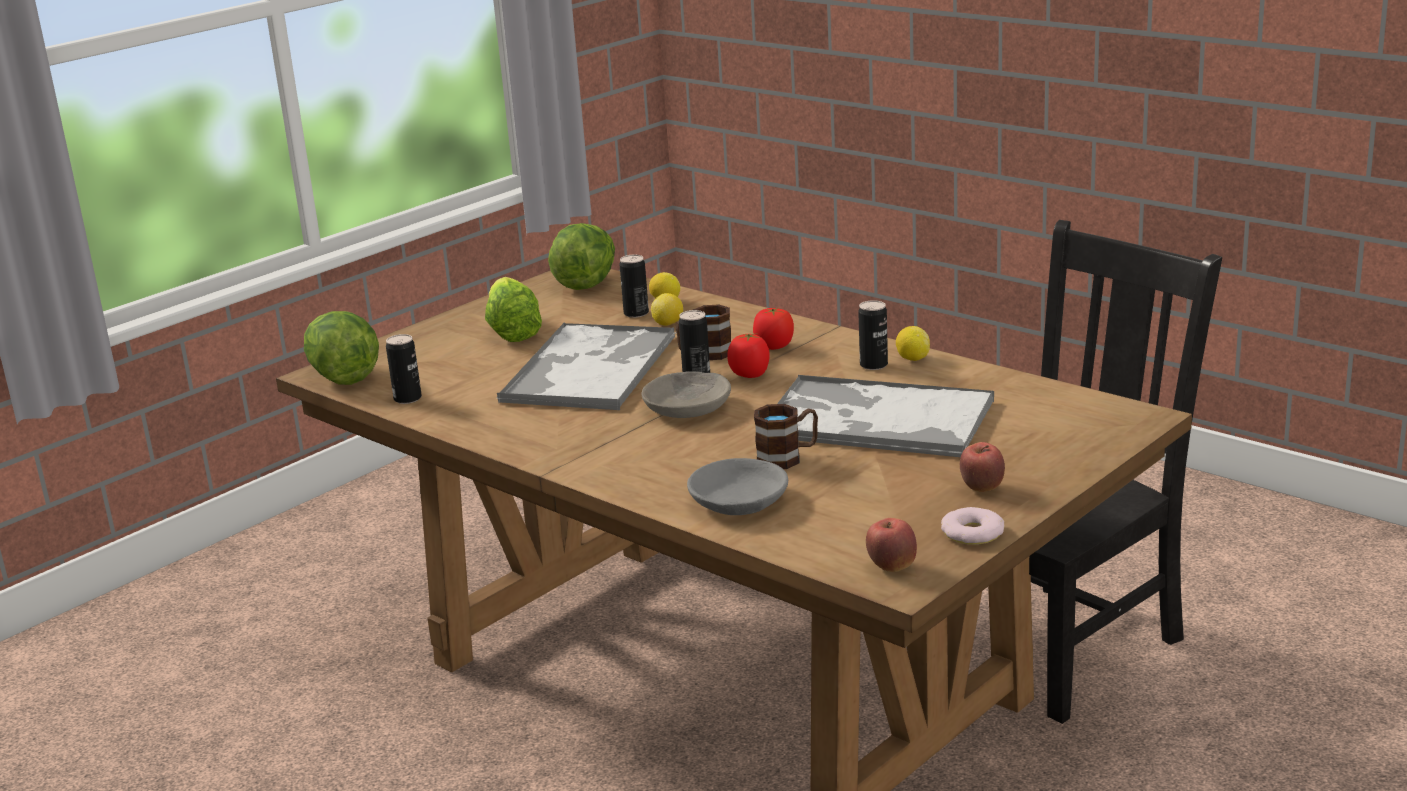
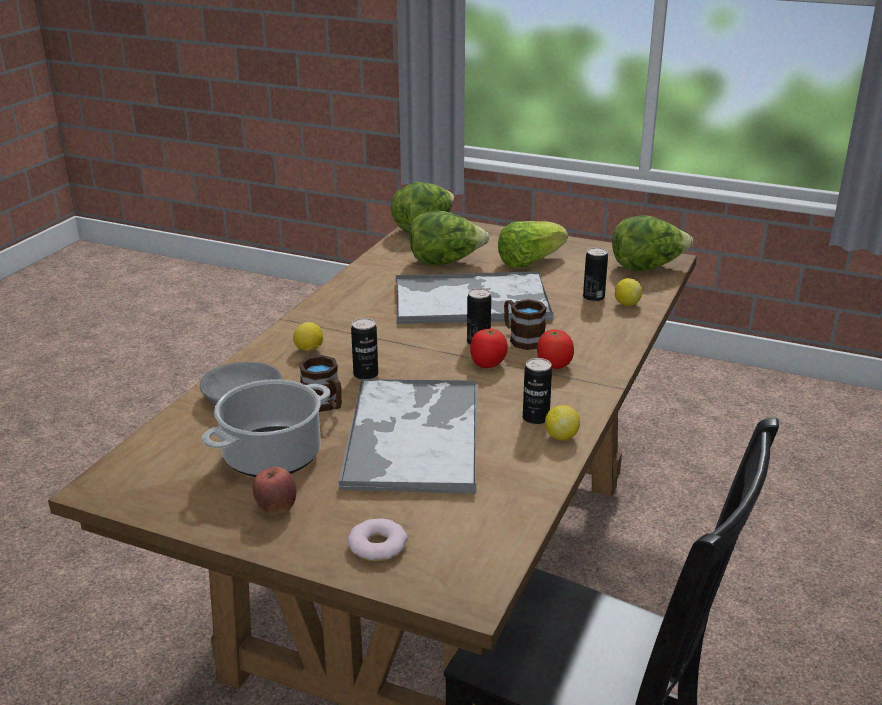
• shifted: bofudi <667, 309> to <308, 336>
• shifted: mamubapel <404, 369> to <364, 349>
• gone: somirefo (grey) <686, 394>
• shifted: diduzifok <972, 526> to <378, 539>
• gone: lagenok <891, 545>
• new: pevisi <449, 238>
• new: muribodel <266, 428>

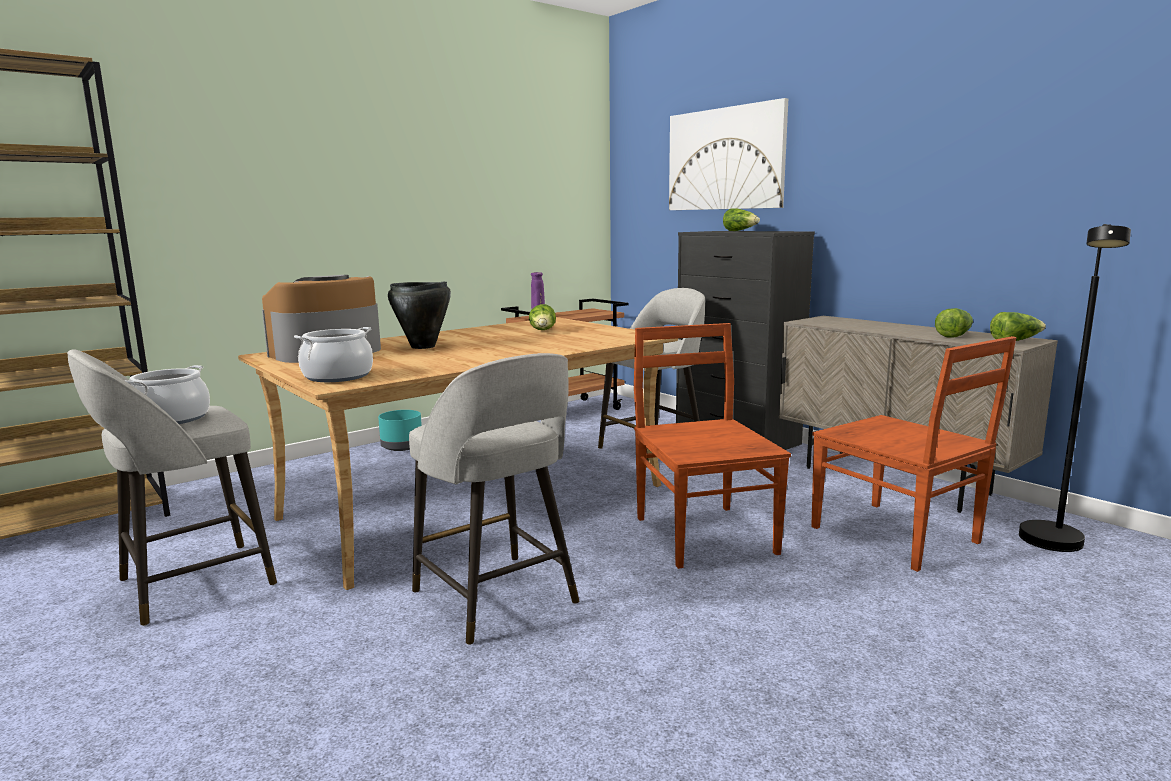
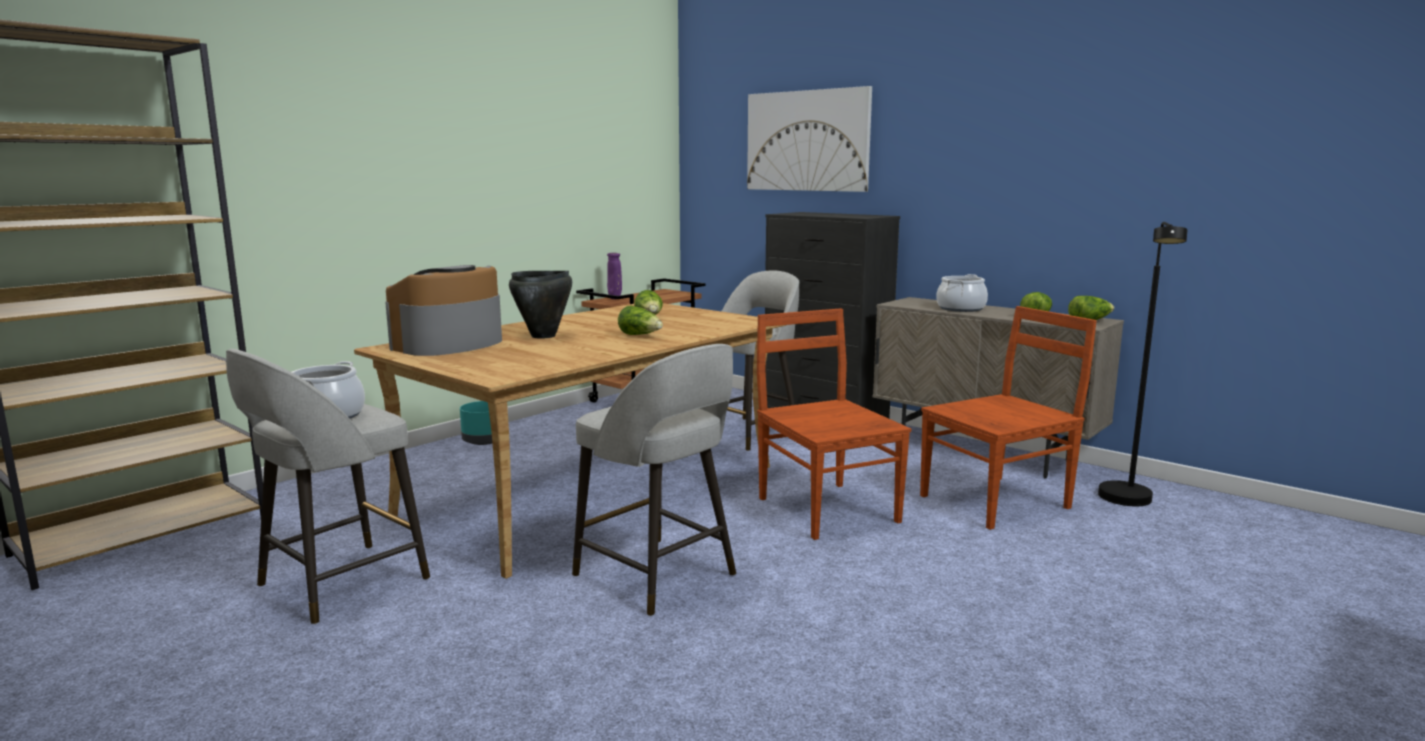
• shifted: pevisi <741, 220> to <640, 320>
• shifted: muribodel <333, 354> to <962, 293>
• rotated: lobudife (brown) <913, 454> = <1008, 418> 75 degrees counterclockwise

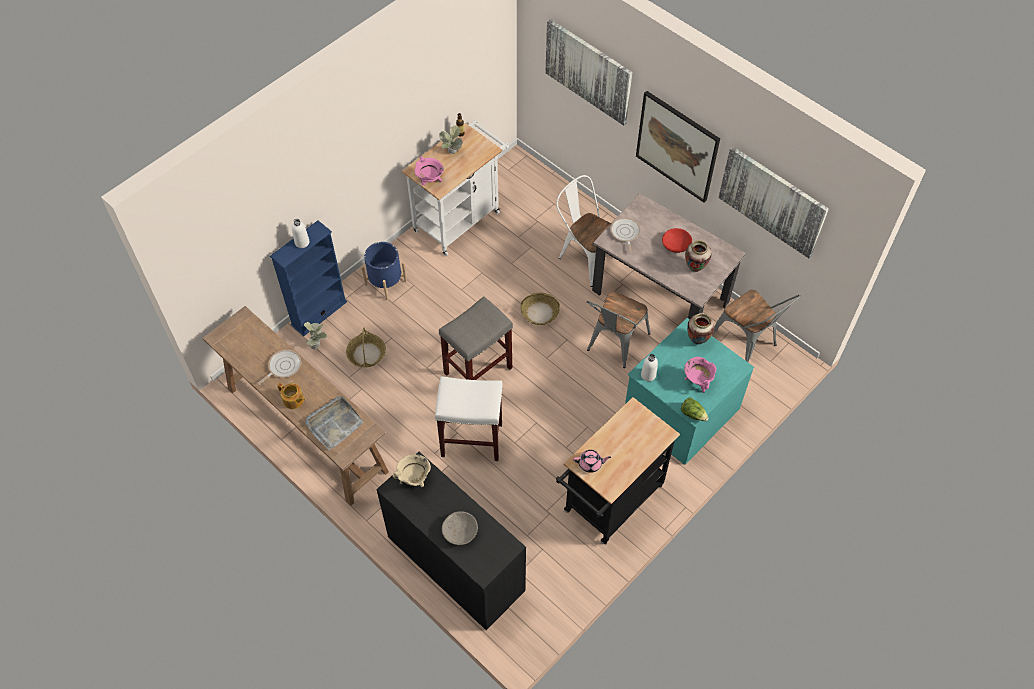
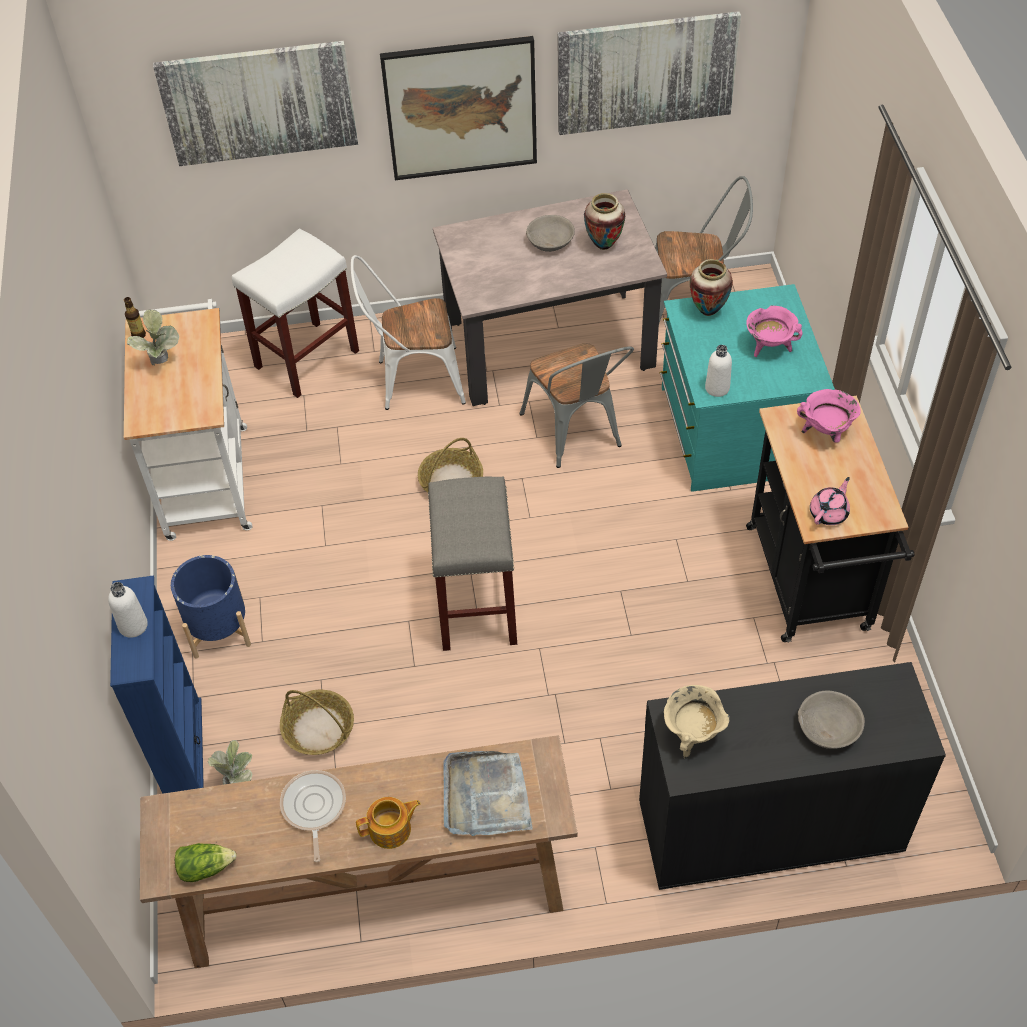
• shifted: muribodel (pink) <429, 170> to <829, 416>
• gone: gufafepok <625, 235>
• repainted: somirefo (red) <677, 240> to somirefo (grey) <550, 233>
• shifted: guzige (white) <469, 418> to <295, 313>
• shifted: pevisi <695, 409> to <206, 862>

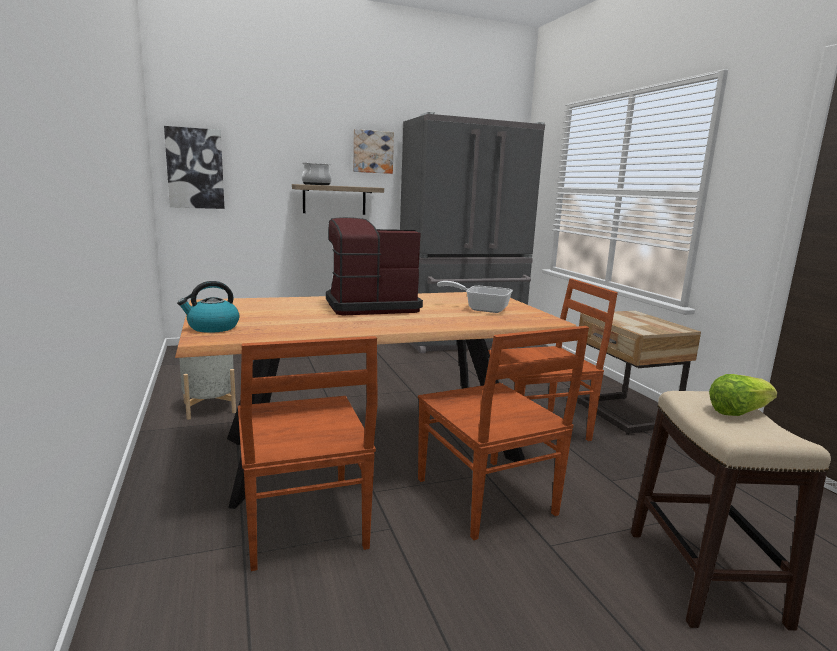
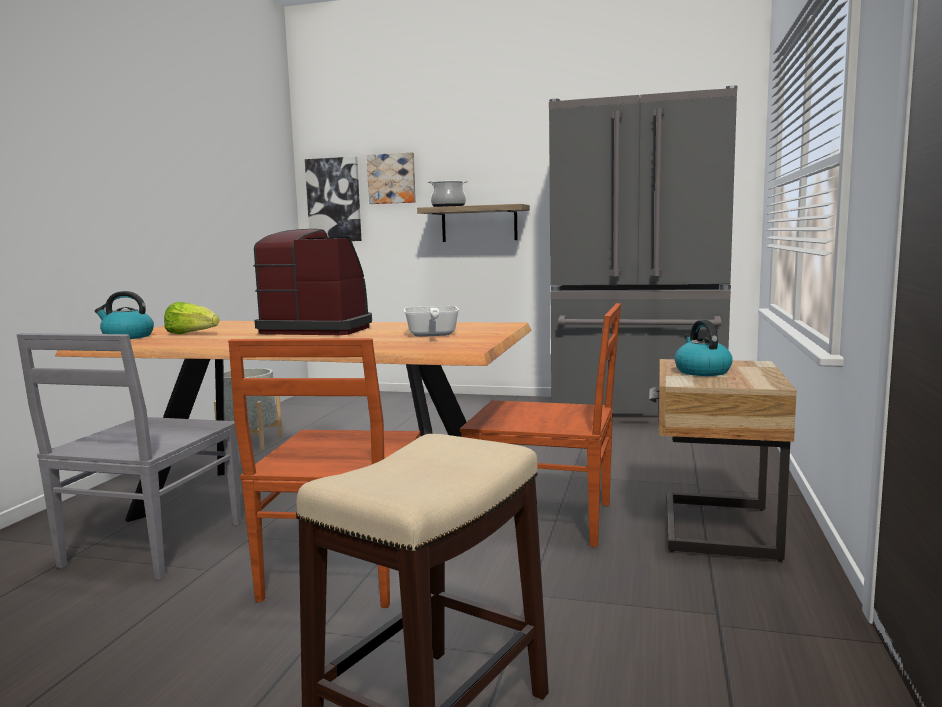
• shifted: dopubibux <373, 151> to <391, 178>
• rotated: gufafepok <475, 297> = <431, 321> 150 degrees counterclockwise
• repainted: lobudife (brown) <308, 453> to lobudife (grey) <129, 456>
• shifted: pevisi <743, 395> to <191, 318>
• new: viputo <704, 348>

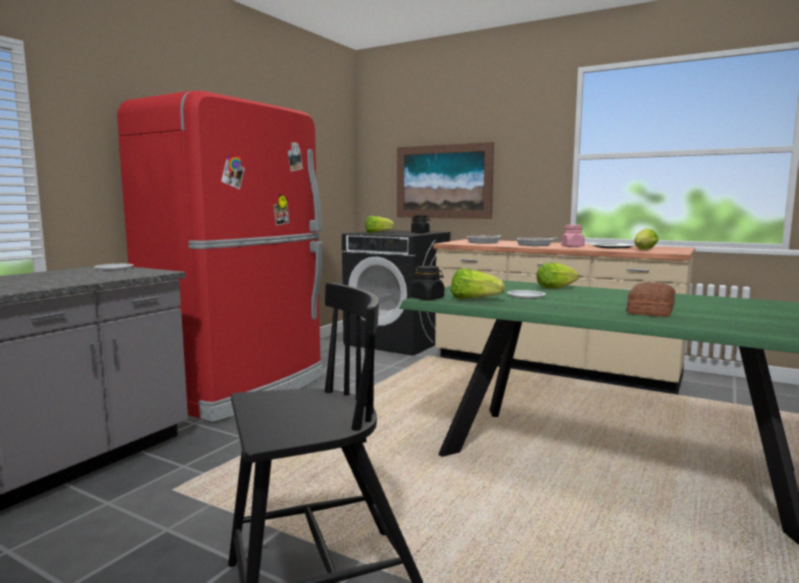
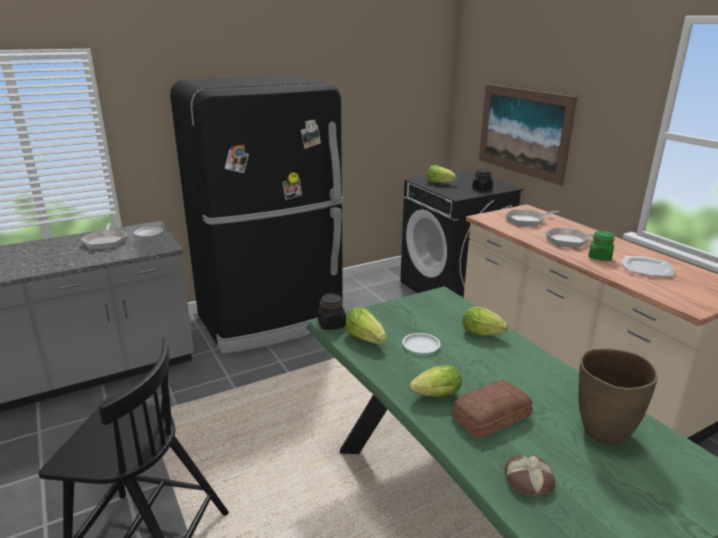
• repainted: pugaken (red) <220, 256> to pugaken (black) <257, 214>
• repainted: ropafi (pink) <573, 236> to ropafi (green) <601, 246>
• shifted: pevisi <646, 239> to <435, 381>
• new: gufafepok <104, 236>
• new: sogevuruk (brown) <618, 396>
• new: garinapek <530, 475>

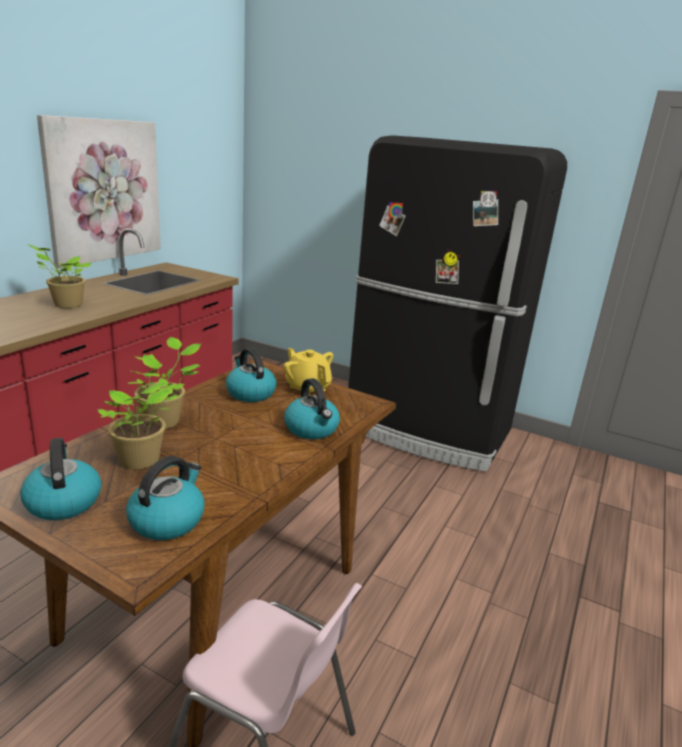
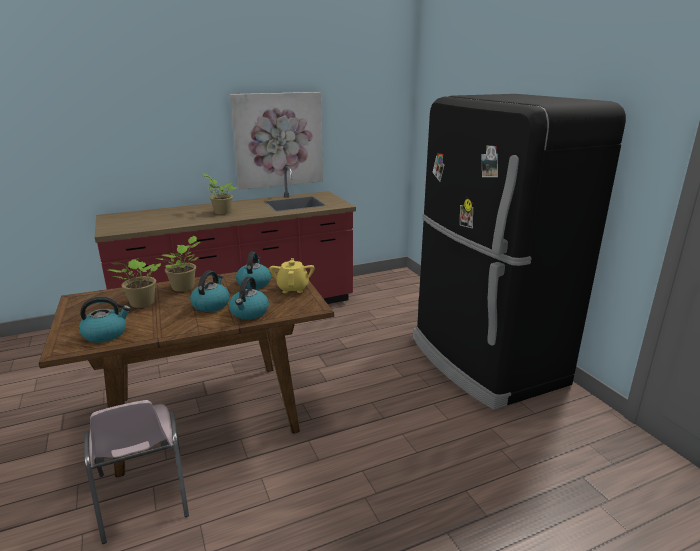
• shifted: viputo <60, 479> to <210, 291>

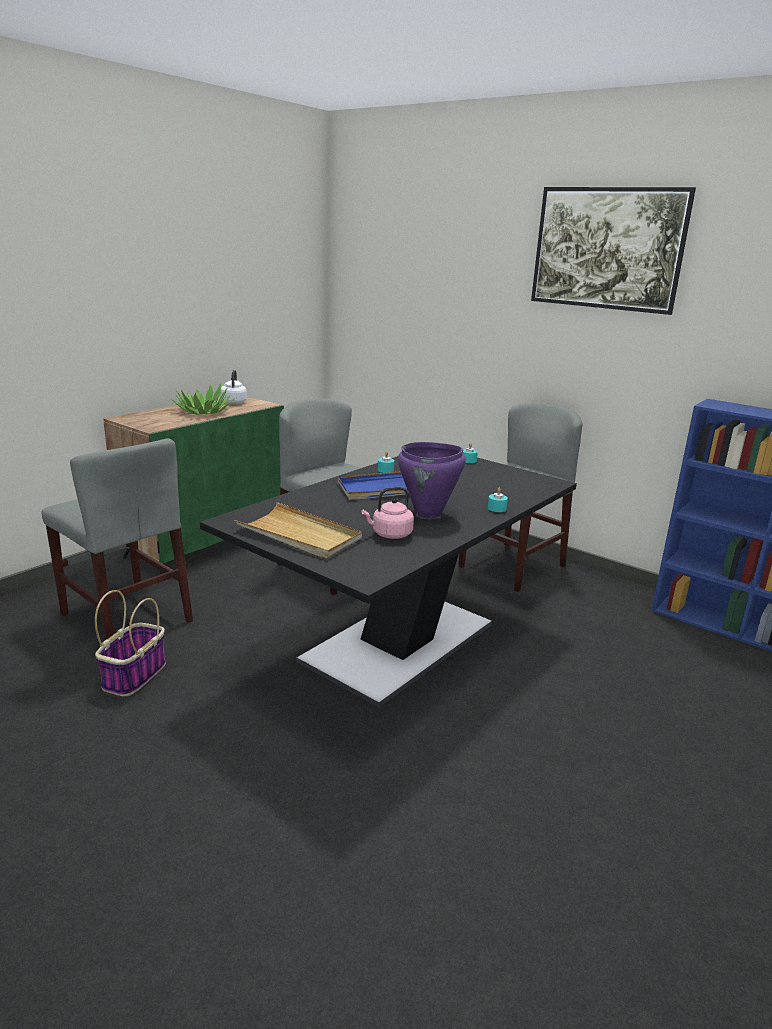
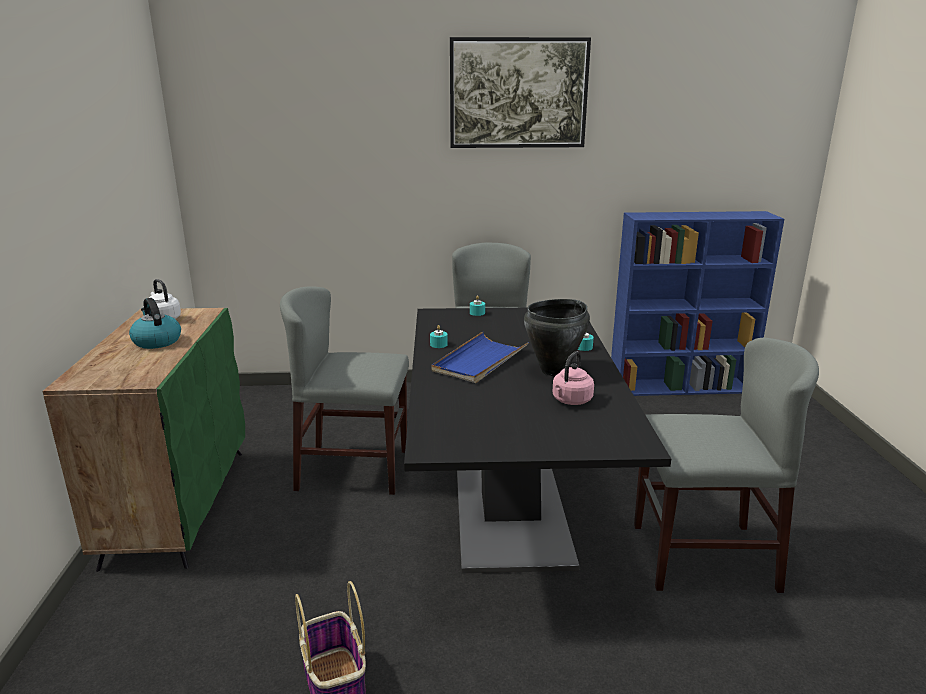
• swapped: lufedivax <202, 399> to viputo <155, 323>
• shifted: lobudife (grey) <117, 538> to <726, 465>
• repainted: muribodel (purple) <432, 480> to muribodel (black) <557, 337>
• gone: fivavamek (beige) <298, 530>

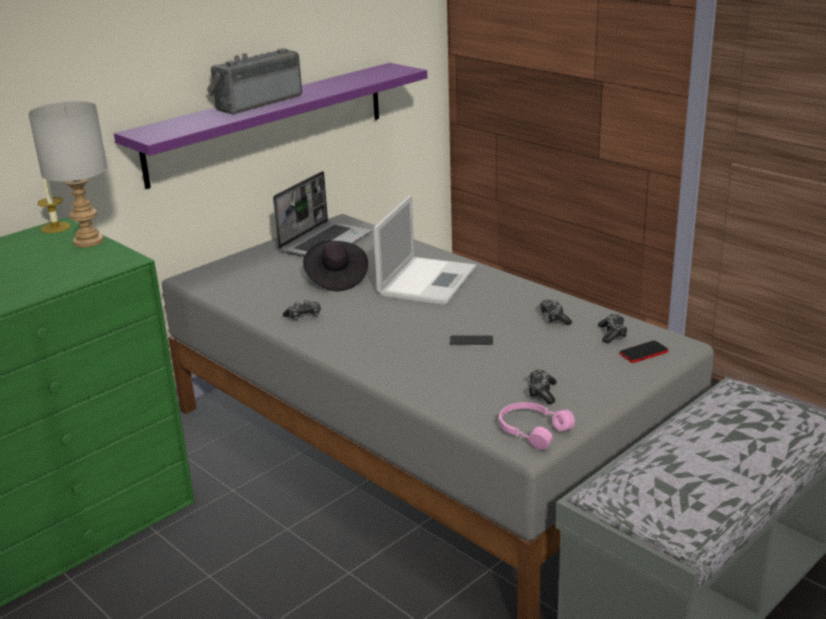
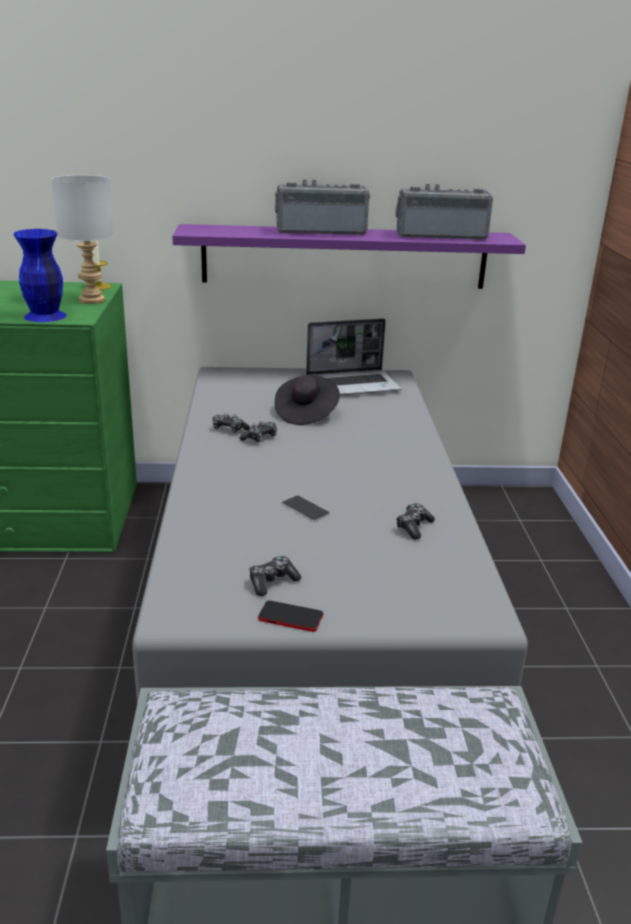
• gone: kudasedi <424, 250>
• shifted: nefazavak <613, 328> to <258, 431>
• shifted: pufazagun <643, 352> to <290, 616>
• gone: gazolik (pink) <537, 426>
• new: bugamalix <444, 212>
• new: sogevuruk (blue) <40, 275>

